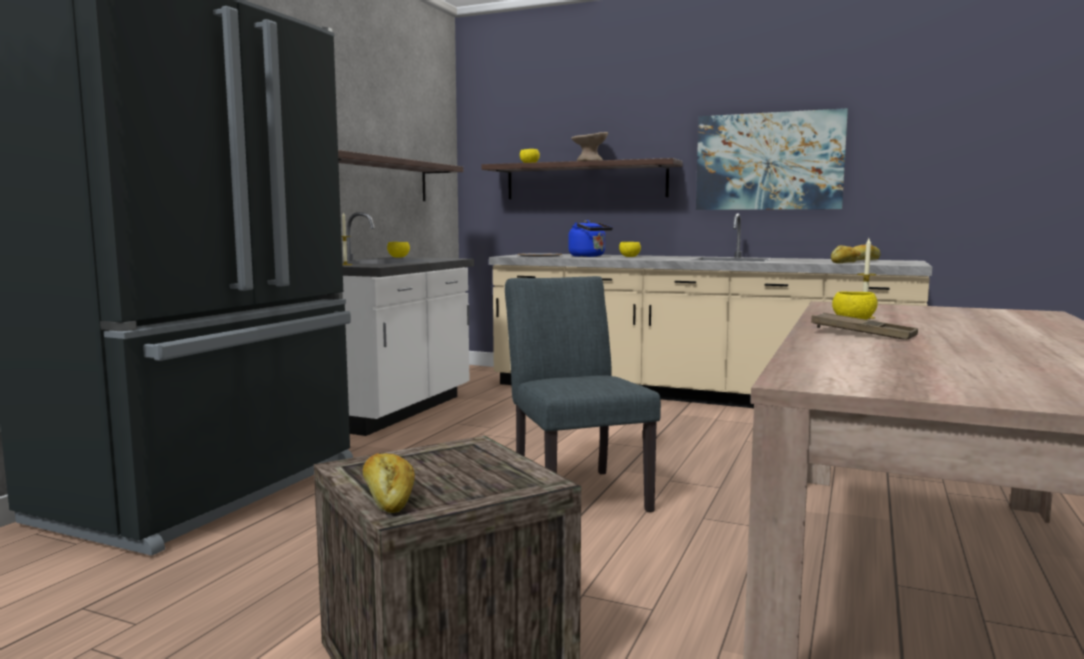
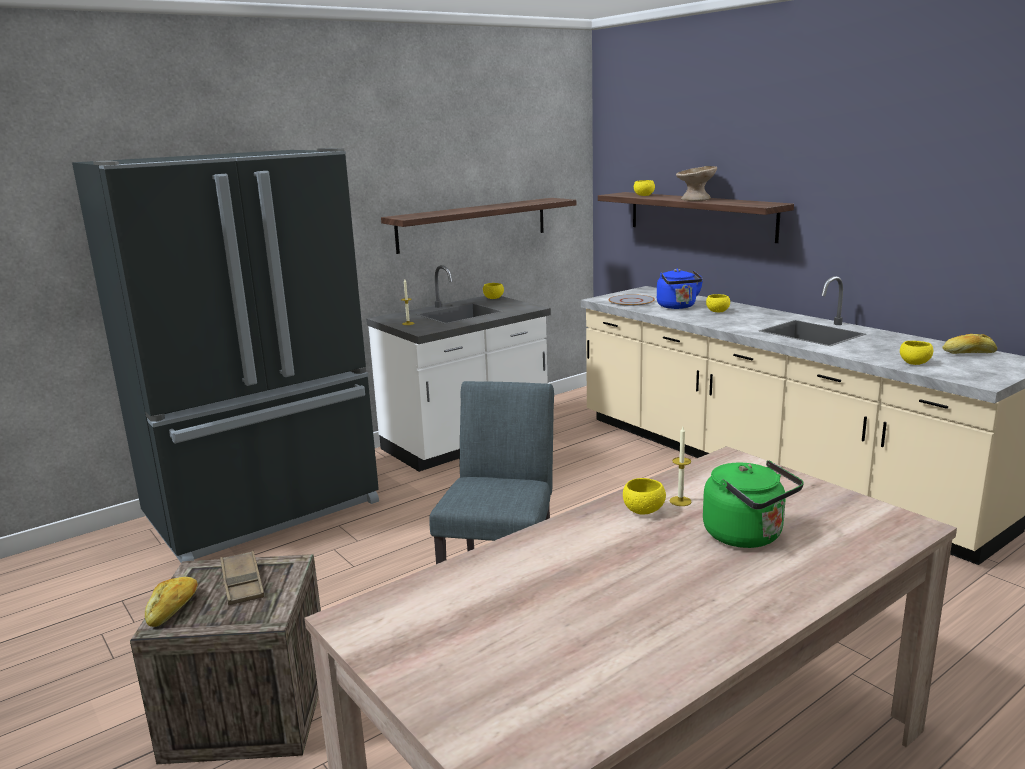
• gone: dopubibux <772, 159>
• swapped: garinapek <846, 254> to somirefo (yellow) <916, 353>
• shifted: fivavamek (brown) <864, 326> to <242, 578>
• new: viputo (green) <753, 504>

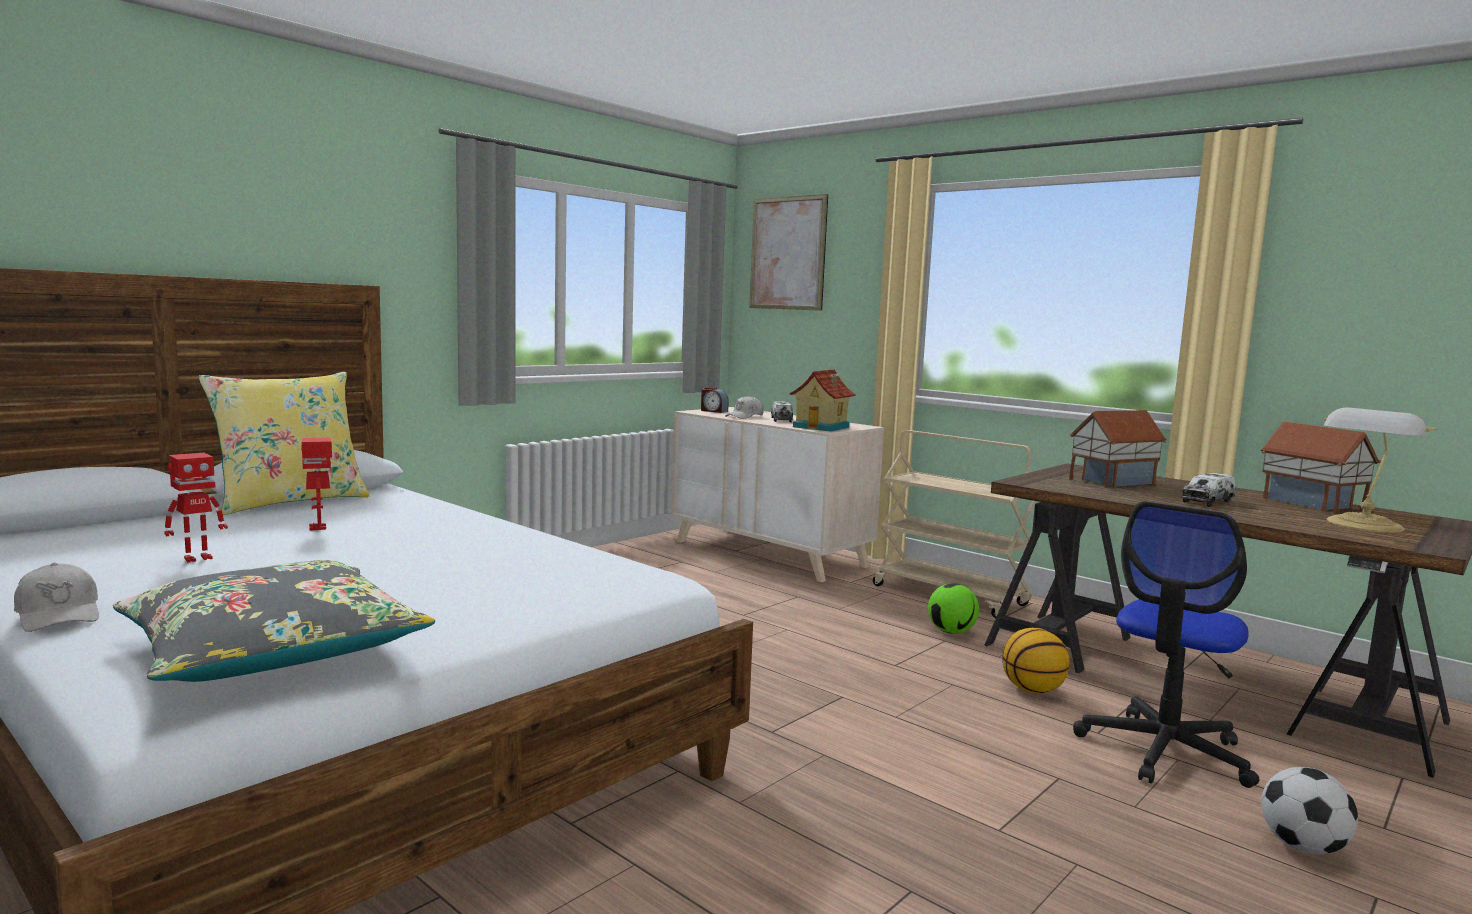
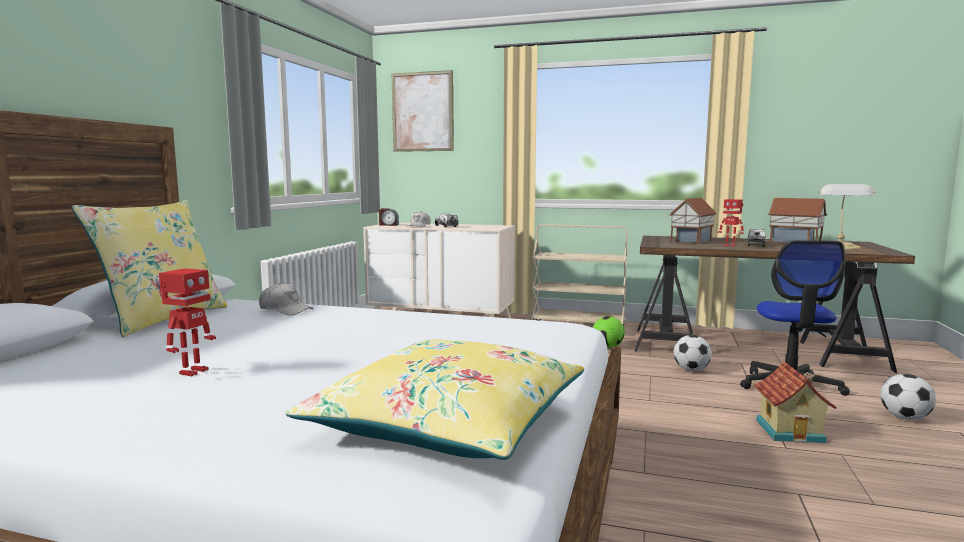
• shifted: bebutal <822, 401> to <795, 402>
• shifted: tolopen <316, 484> to <731, 223>
• repainted: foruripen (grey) <274, 621> to foruripen (yellow) <435, 399>
• shifted: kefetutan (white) <56, 597> to <286, 299>
• swapped: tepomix <1035, 660> to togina <693, 353>

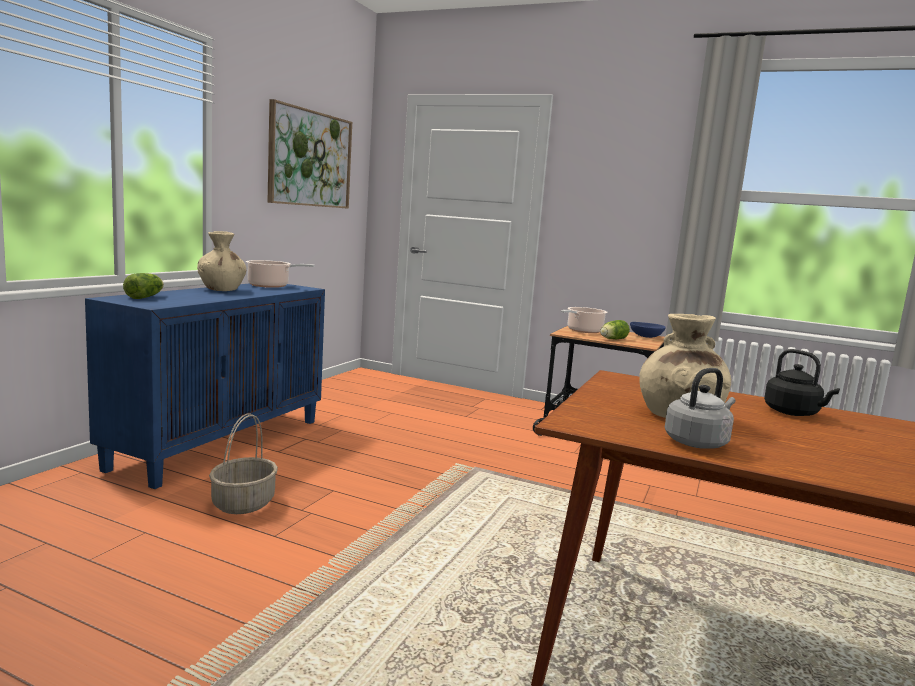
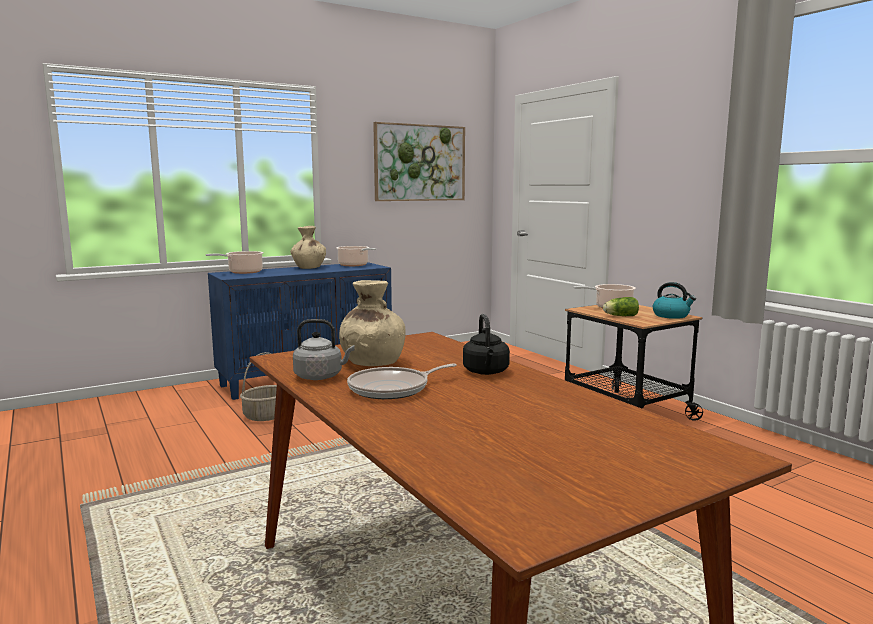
• swapped: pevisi <143, 286> to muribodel <234, 262>
• swapped: somirefo (blue) <647, 330> to viputo <674, 300>
• new: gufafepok <402, 381>

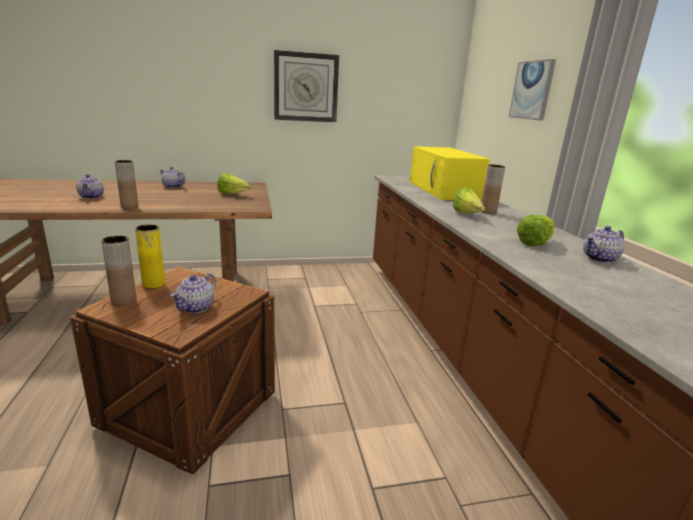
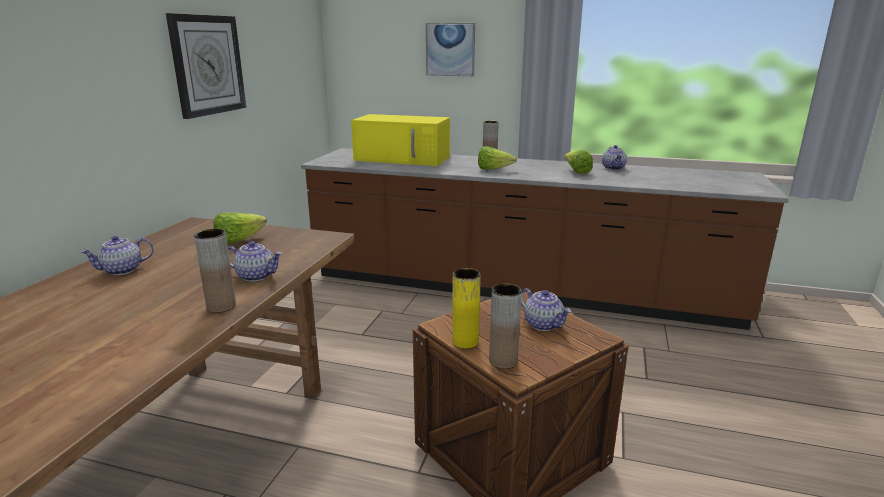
• shifted: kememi <90, 186> to <255, 261>

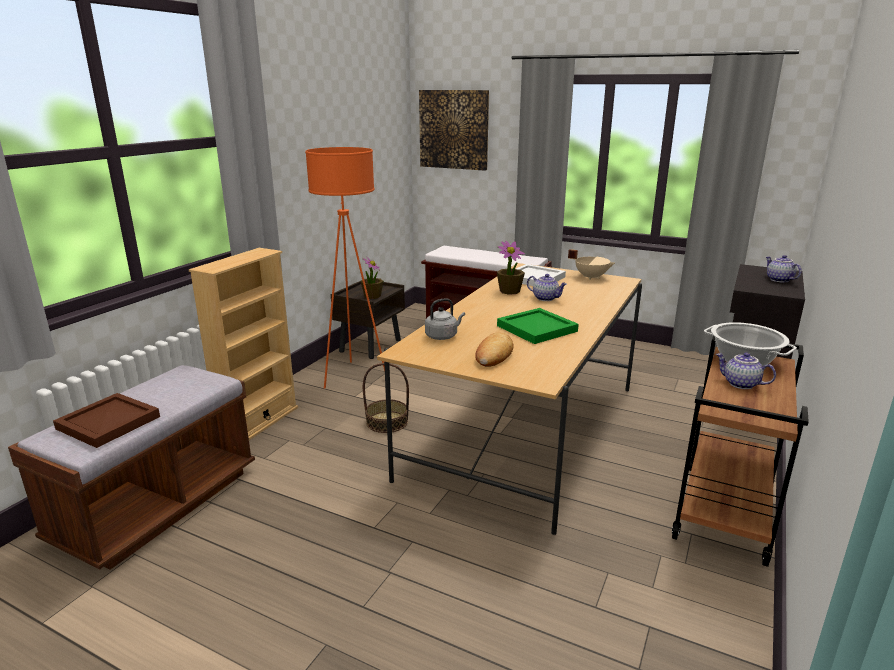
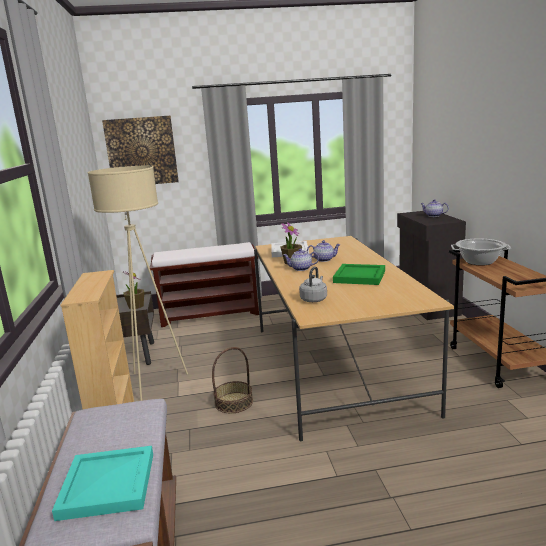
• repainted: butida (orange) <345, 268> to butida (beige) <138, 283>
• gone: muribodel (beige) <591, 264>
• gone: garinapek <494, 350>
• shifted: kememi <746, 370> to <301, 259>
• repainted: fivavamek (brown) <106, 420> to fivavamek (turquoise) <102, 483>

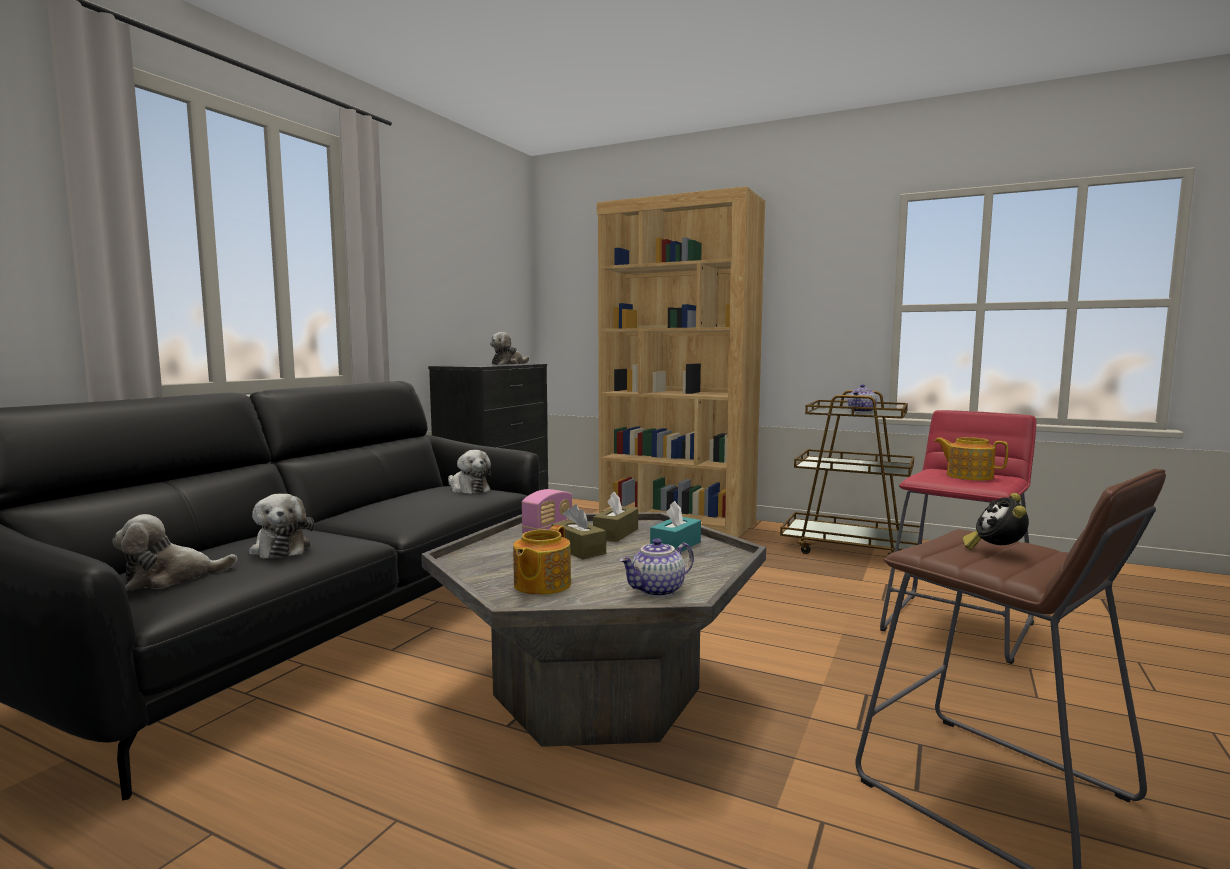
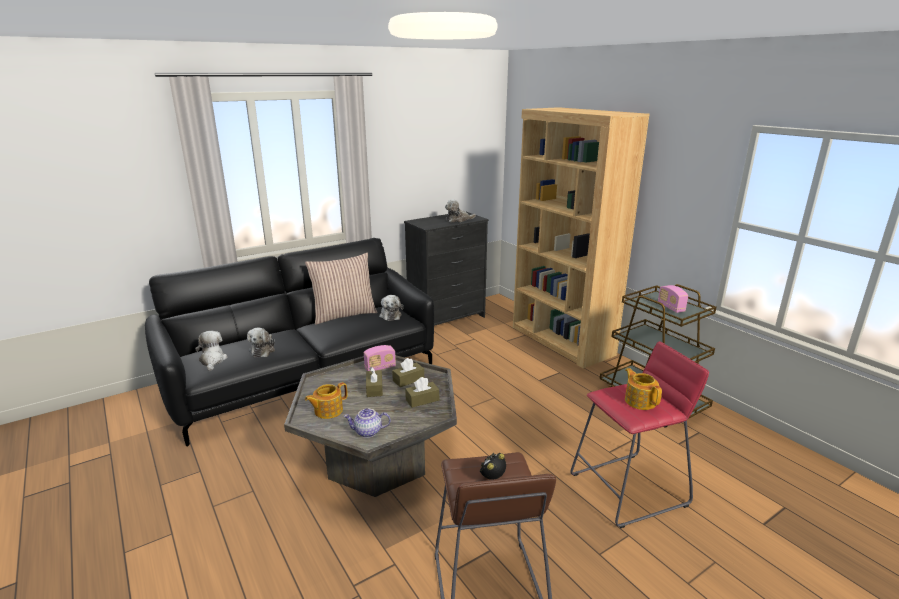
• swapped: kememi <862, 398> to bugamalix <673, 299>
• repainted: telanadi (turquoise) <675, 526> to telanadi (brown) <422, 392>
• rotated: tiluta <174, 552> = <211, 351> 75 degrees clockwise
• new: foruripen <341, 289>

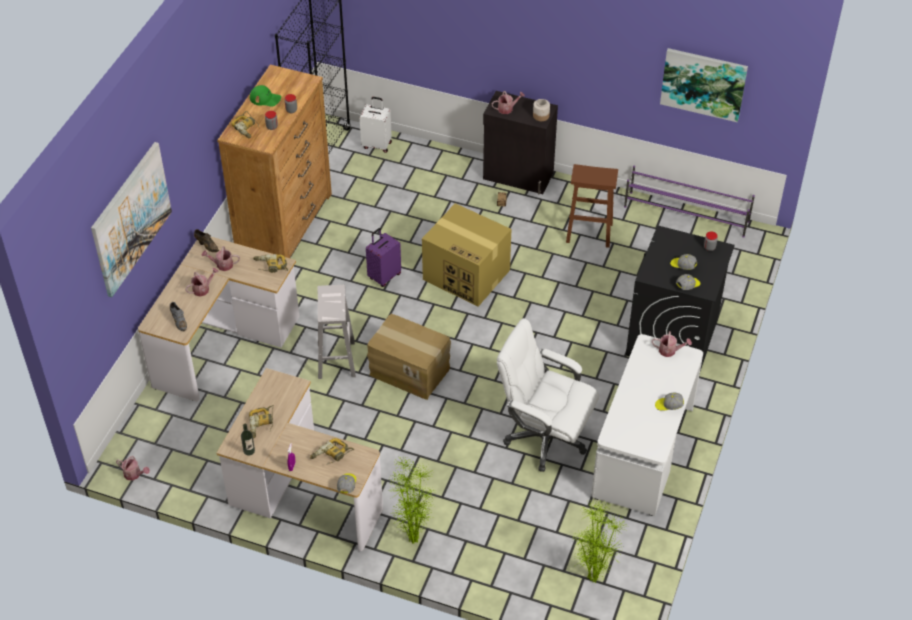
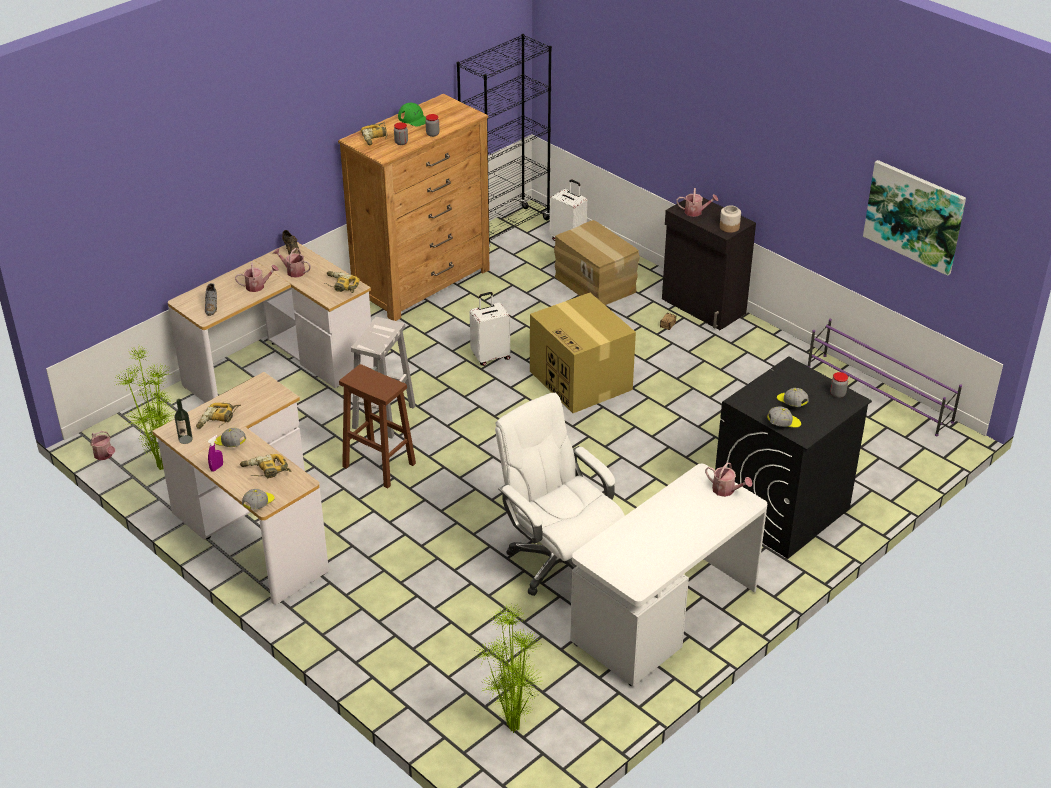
• gone: dopubibux <131, 219>
• shifted: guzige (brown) <592, 206> to <377, 426>
• repainted: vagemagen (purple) <383, 257> to vagemagen (white) <490, 329>
• shifted: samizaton <409, 357> to <597, 262>
• shifted: kefetutan <669, 402> to <230, 437>
• shifted: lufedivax <412, 500> to <144, 407>

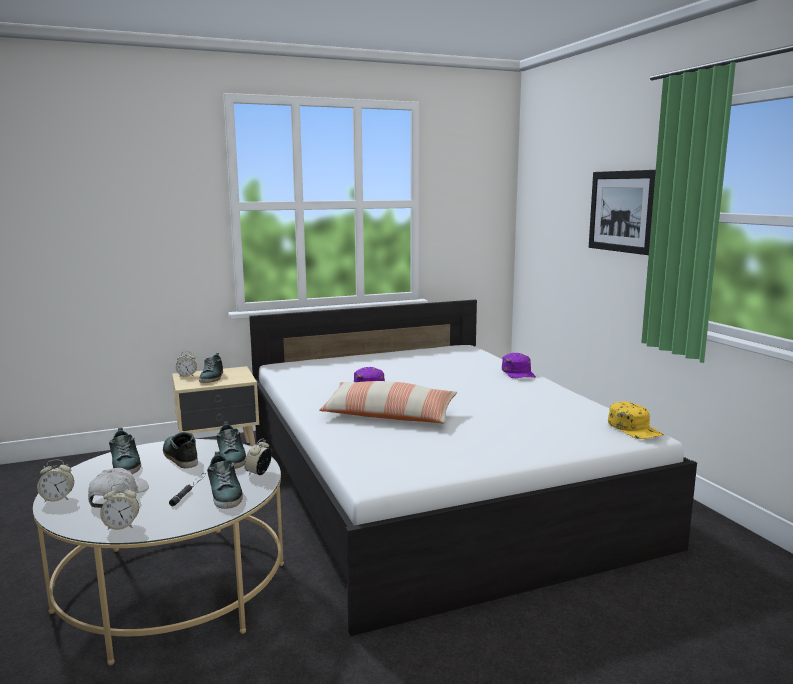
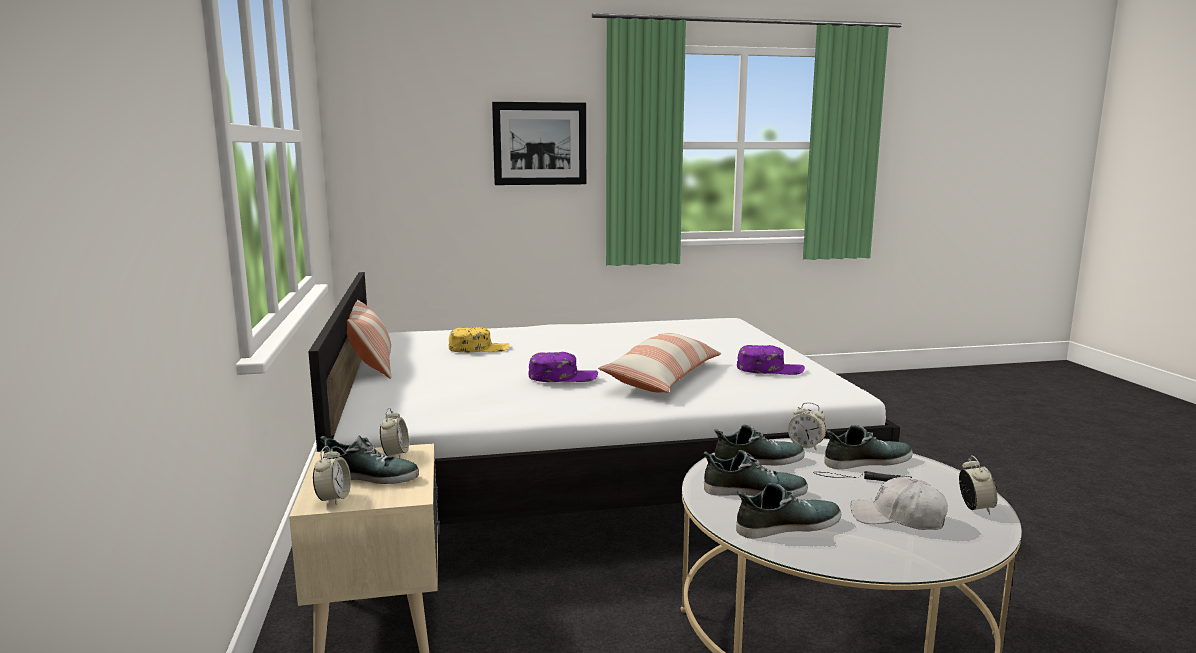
• shifted: kefetutan (purple) <519, 365> to <771, 360>
• shifted: kefetutan (yellow) <636, 420> to <479, 340>
• rotated: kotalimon <180, 450> = <756, 473> 150 degrees counterclockwise
• shifted: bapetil <55, 480> to <394, 433>
• new: foruripen <369, 339>

